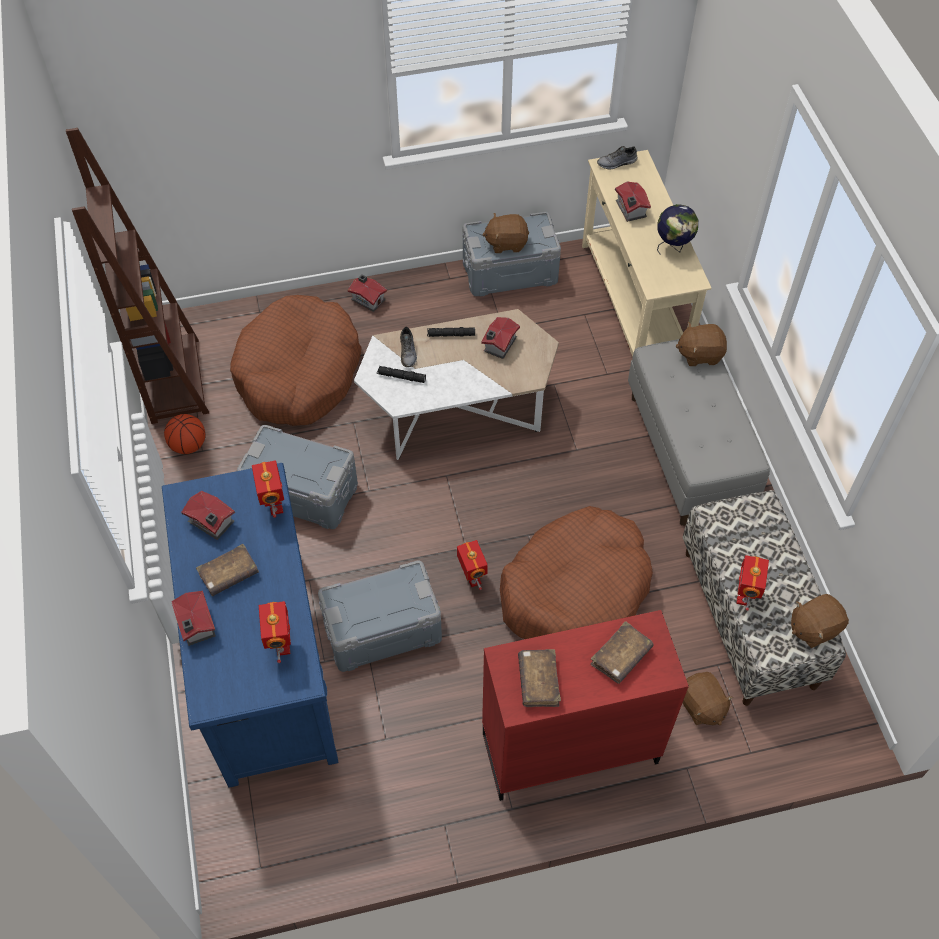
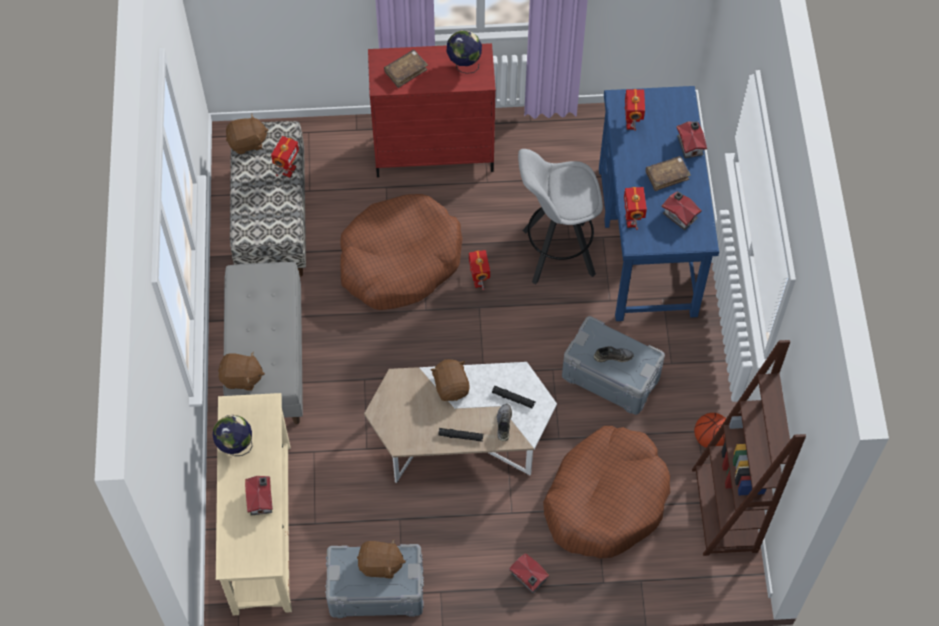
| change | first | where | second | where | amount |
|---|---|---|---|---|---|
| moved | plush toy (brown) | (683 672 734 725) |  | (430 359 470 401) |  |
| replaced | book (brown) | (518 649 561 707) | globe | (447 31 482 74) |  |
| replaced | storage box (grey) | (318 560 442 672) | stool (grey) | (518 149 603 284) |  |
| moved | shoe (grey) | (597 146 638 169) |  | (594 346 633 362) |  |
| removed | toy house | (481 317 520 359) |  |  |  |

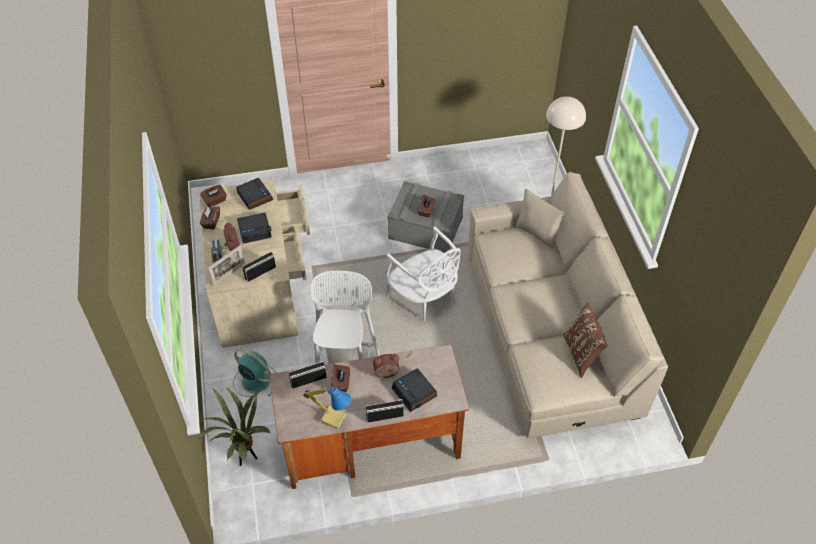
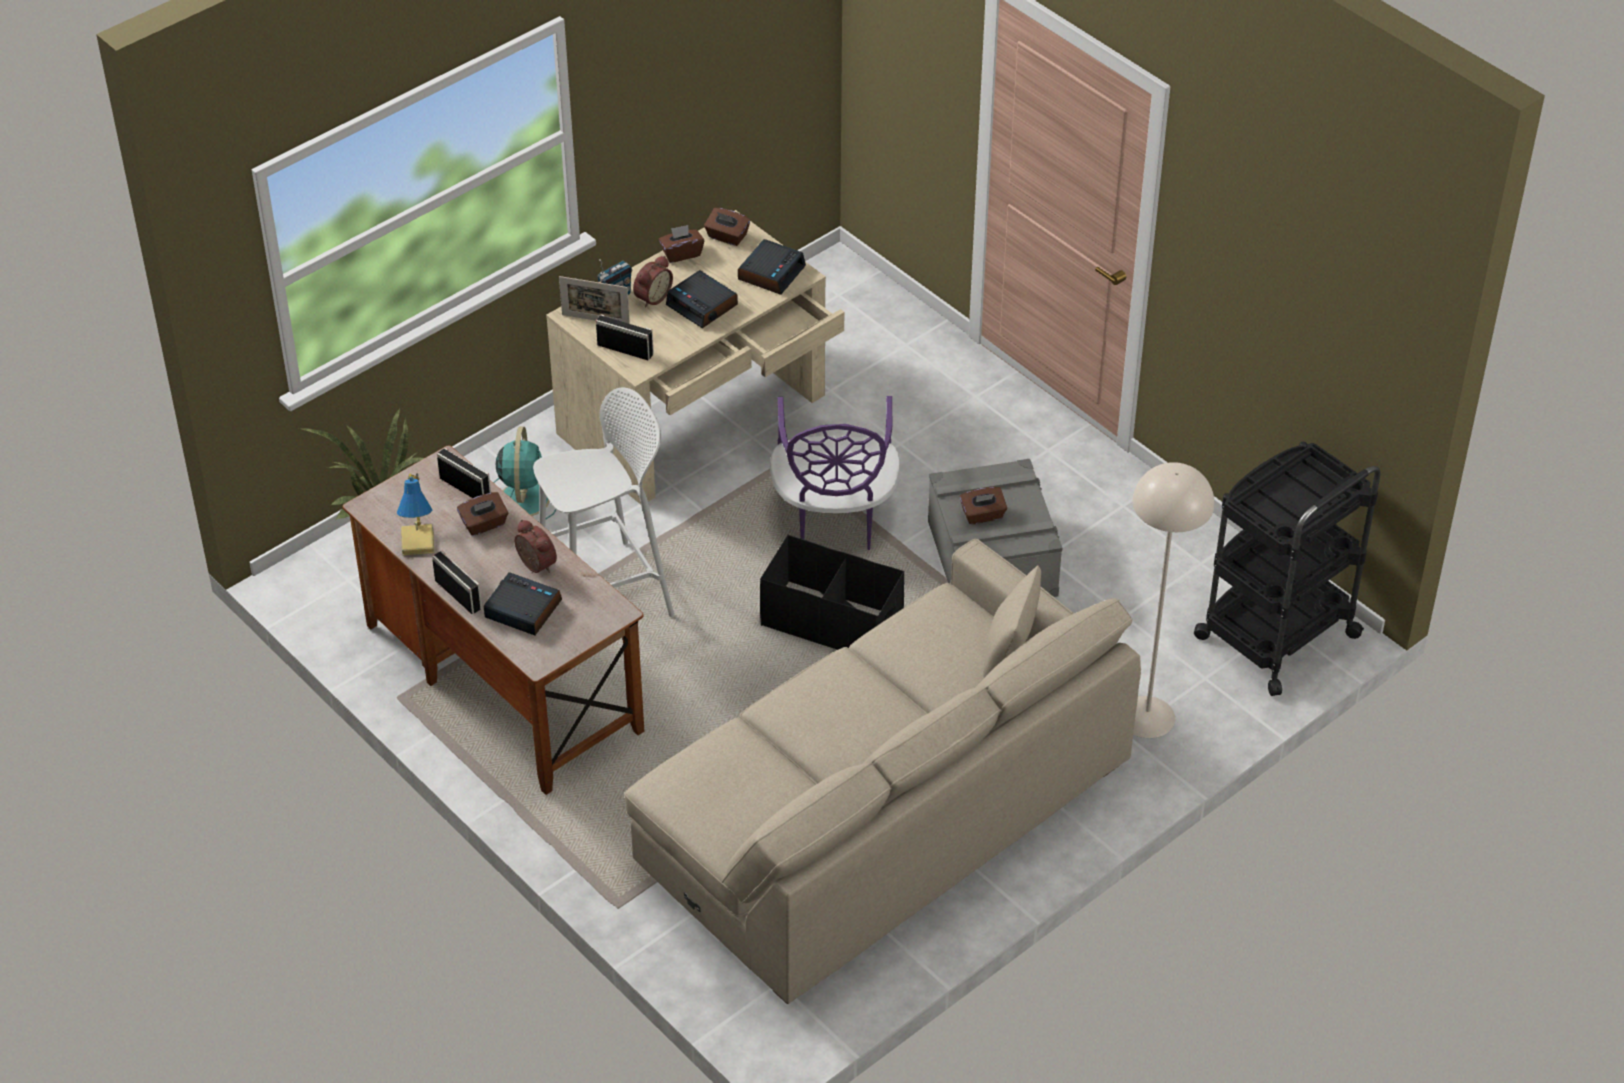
| change | first | where | second | where | amount |
|---|---|---|---|---|---|
| turned | alarm clock | (392 368 437 412) |  | (484 572 562 635) | 90 degrees clockwise |
| replaced | chair (white) | (384 227 461 321) | storage box (black) | (760 535 904 650) |  |
| added |  |  | chair (purple) | (770 396 900 550) |  |
| added |  |  | cart (black) | (1194 442 1381 696) |  |
| removed | pillow (brown) | (563 303 608 378) |  |  |  |

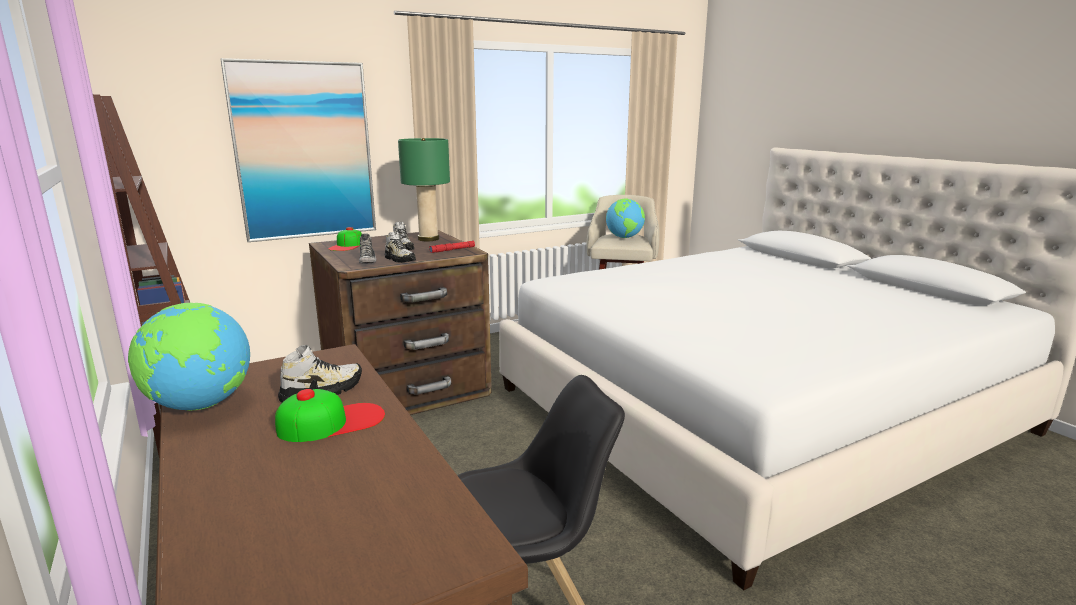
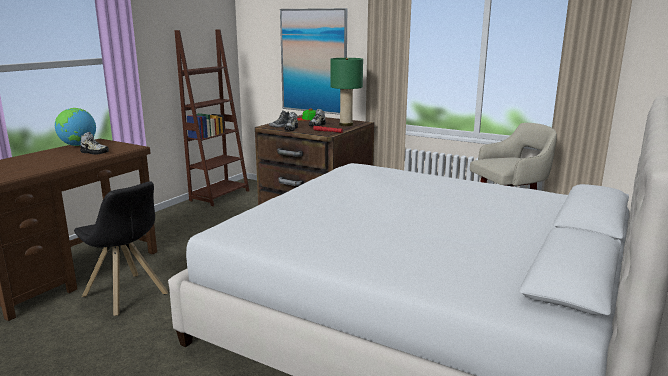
| change | first | where | second | where | amount |
|---|---|---|---|---|---|
| removed | cap | (275 389 385 442) |  |  |  |
| removed | globe | (606 199 645 238) |  |  |  |

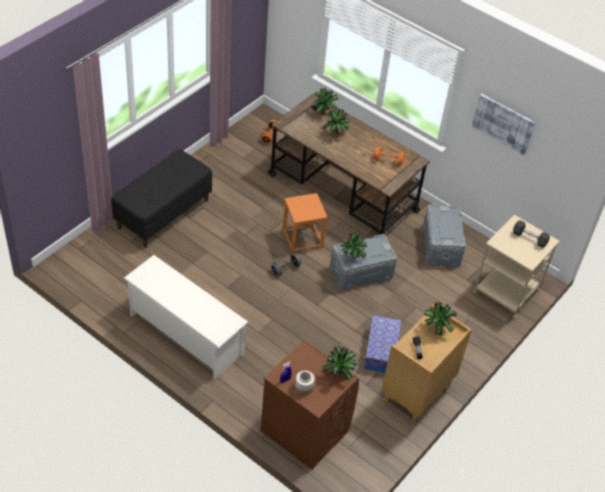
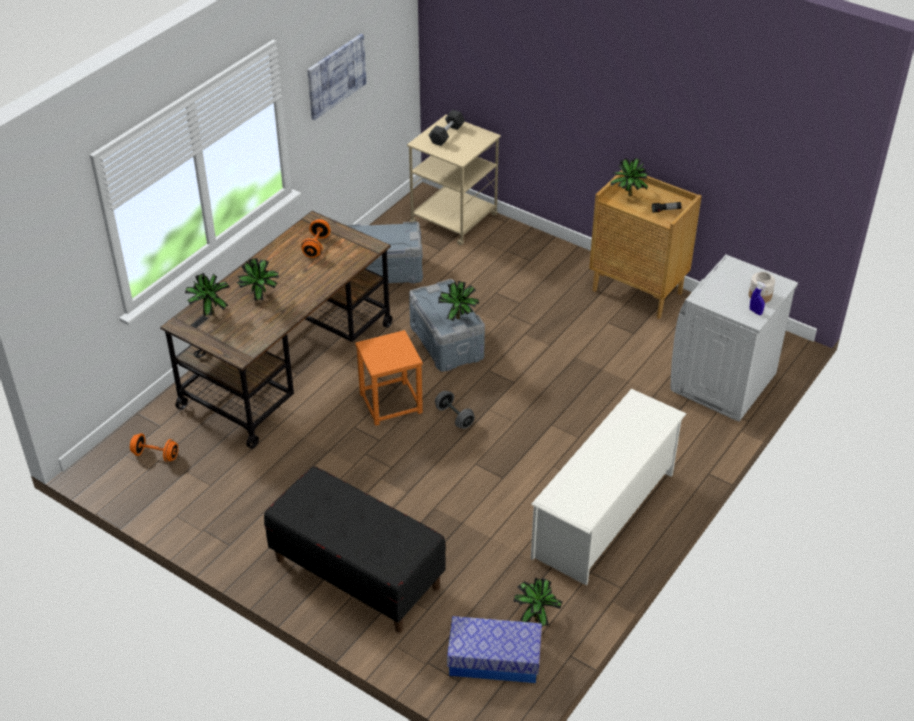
| change | first | where | second | where | amount |
|---|---|---|---|---|---|
| moved | storage box | (364 315 401 373) |  | (447 616 542 683) |  |
| moved | potted plant | (323 346 357 381) |  | (513 578 563 626) |  |
| recoloured | washing machine (brown) | (261 340 359 469) | washing machine (white) | (670 254 798 422) |  |

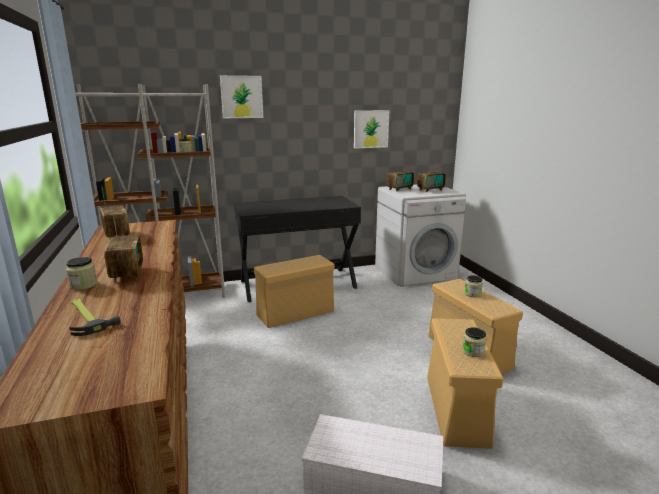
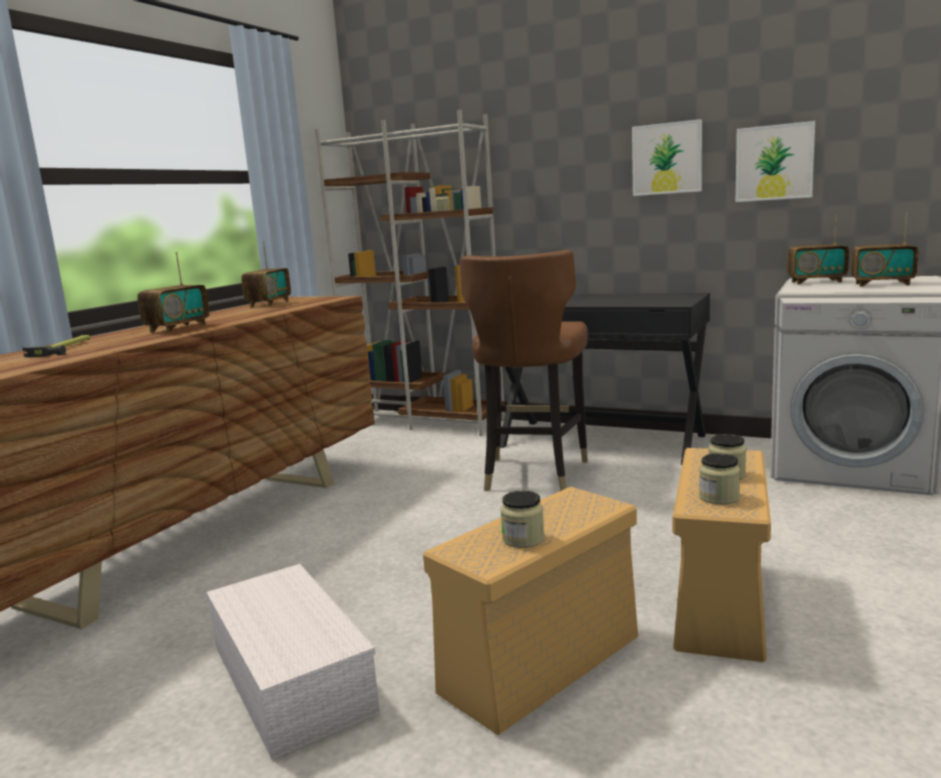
| change | first | where | second | where | amount |
|---|---|---|---|---|---|
| replaced | storage box (beige) | (254 255 335 328) | chair (brown) | (459 250 588 491) |  |
| moved | picture | (220 75 263 118) |  | (632 119 702 196) |  |
| moved | jar | (66 257 97 290) |  | (699 453 740 505) |  |

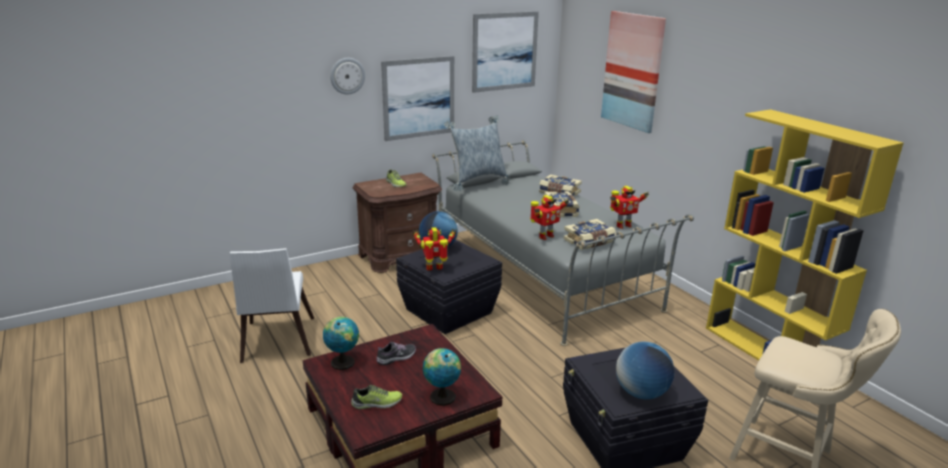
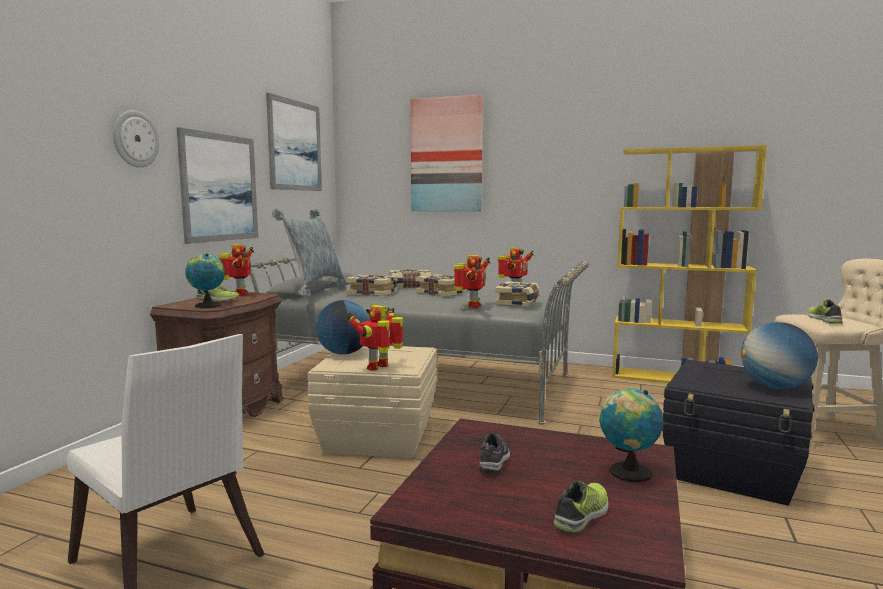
| change | first | where | second | where | amount |
|---|---|---|---|---|---|
| moved | globe | (323 317 359 370) |  | (185 254 225 308) |  |
| added |  |  | toy robot | (219 244 254 296) |  |
| recoloured | storage box (black) | (396 240 502 334) | storage box (beige) | (307 346 437 459) |  |
| added |  |  | book | (345 275 398 296) |  |
| added |  |  | shoe | (807 299 843 324) |  |

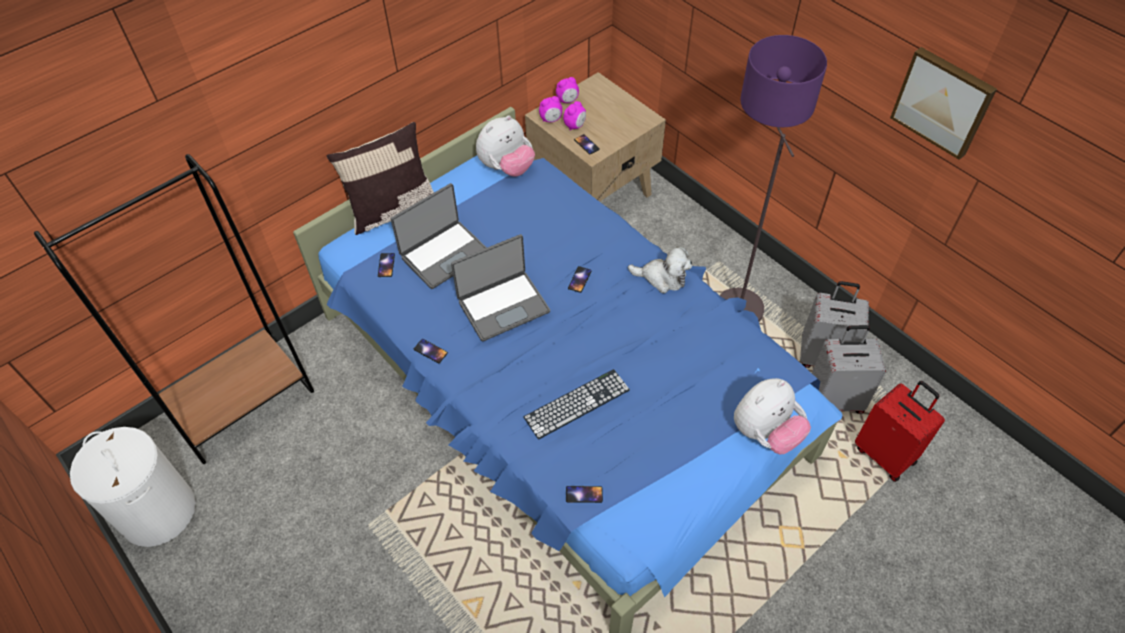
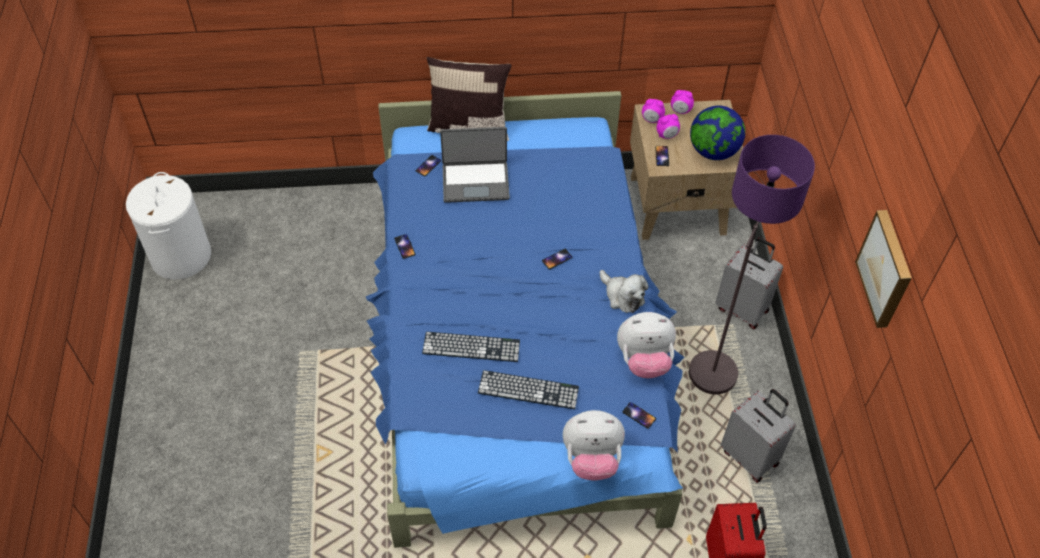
| change | first | where | second | where | amount |
|---|---|---|---|---|---|
| added |  |  | keyboard | (478 370 579 409) |  |
| moved | plush toy | (476 115 535 176) |  | (617 312 676 378) |  |
| moved | phone | (566 486 603 503) |  | (622 402 656 429) |  |
| added |  |  | globe | (690 105 745 160) |  |
| moved | suitcase (grey) | (812 325 886 414) |  | (716 237 783 329) |  |
| removed | clothes rack | (34 154 314 464) |  |  |  |
| removed | laptop | (451 234 550 342) |  |  |  |

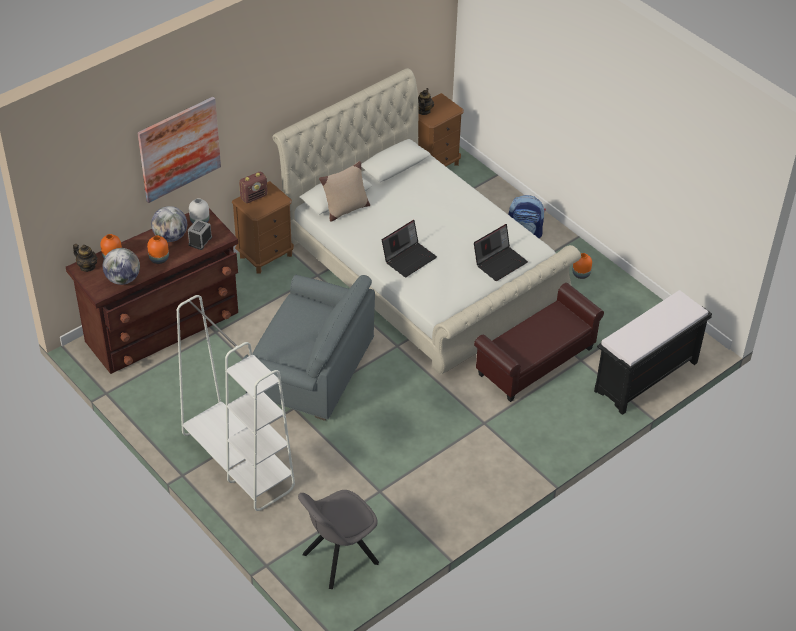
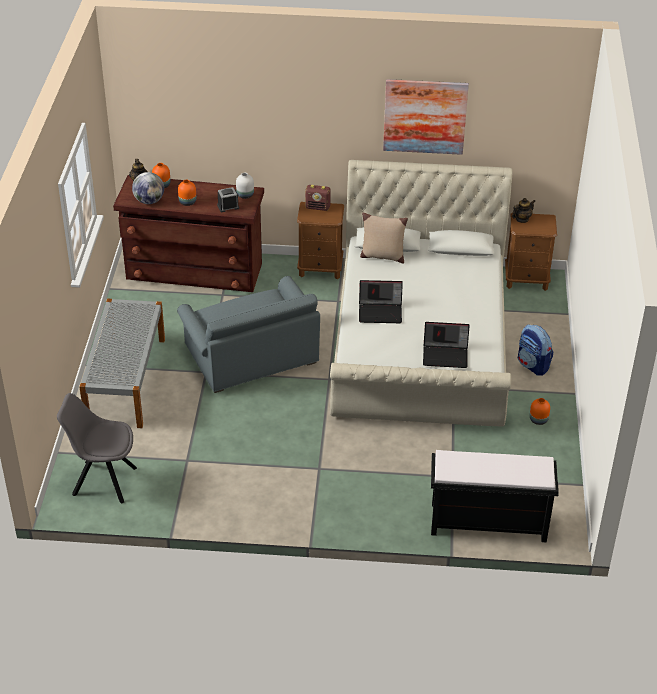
| change | first | where | second | where | amount |
|---|---|---|---|---|---|
| replaced | clothes rack (white) | (177 295 295 511) | bench (grey) | (79 299 165 428) |  |
| moved | picture | (137 97 221 203) |  | (383 79 469 155) |  |
| removed | globe | (151 206 187 242) |  |  |  |
| removed | ottoman (brown) | (474 283 604 402) |  |  |  |

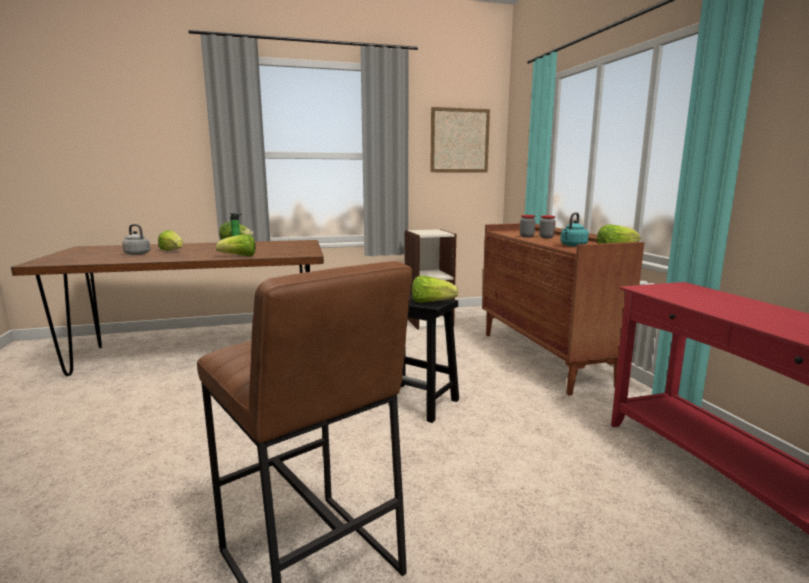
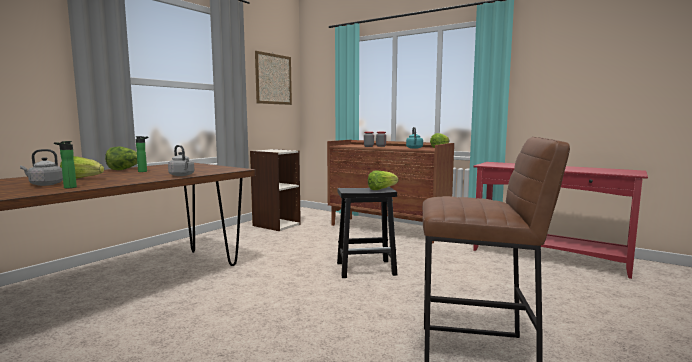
| change | first | where | second | where | amount |
|---|---|---|---|---|---|
| added |  |  | bottle | (54 141 77 188) |  |
| replaced | lettuce | (216 234 256 256) | kettle (grey) | (168 145 194 176) |  |

